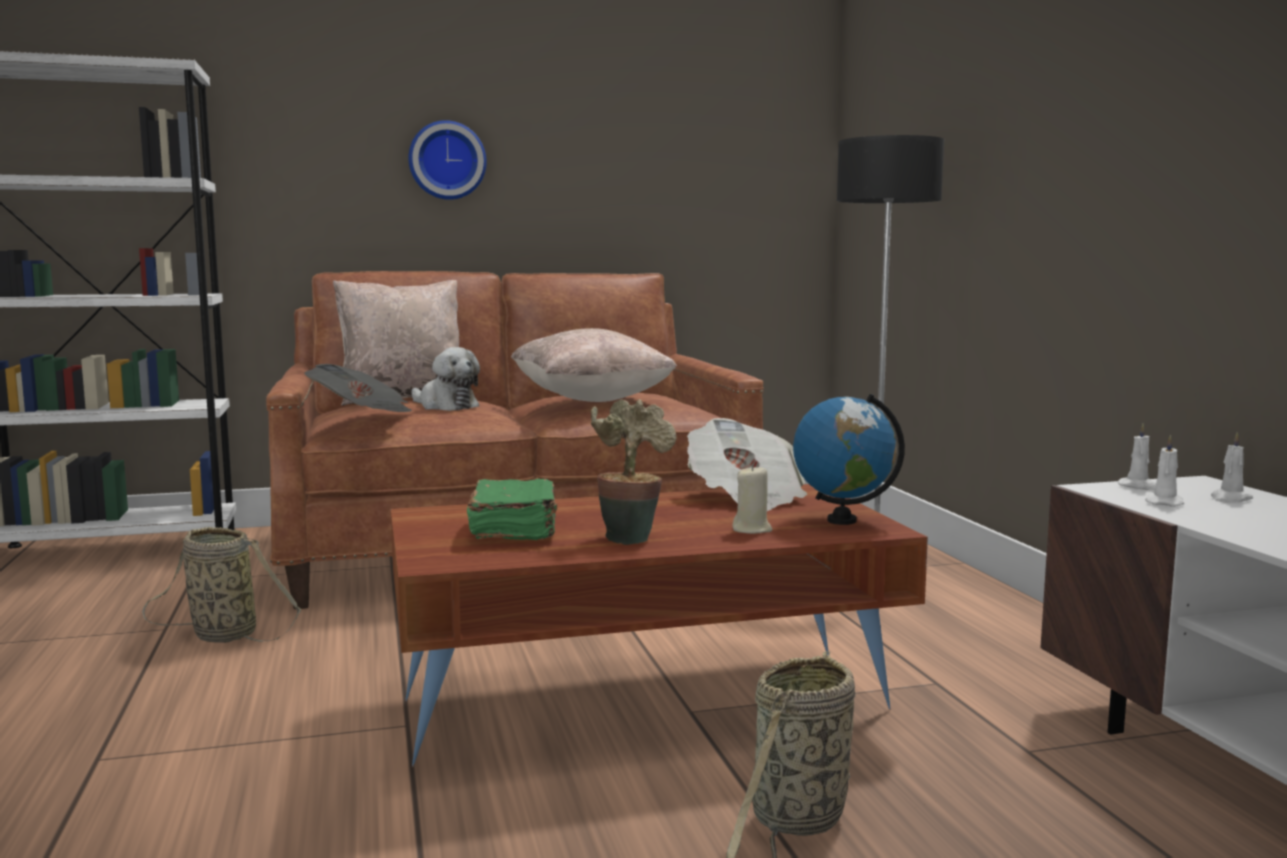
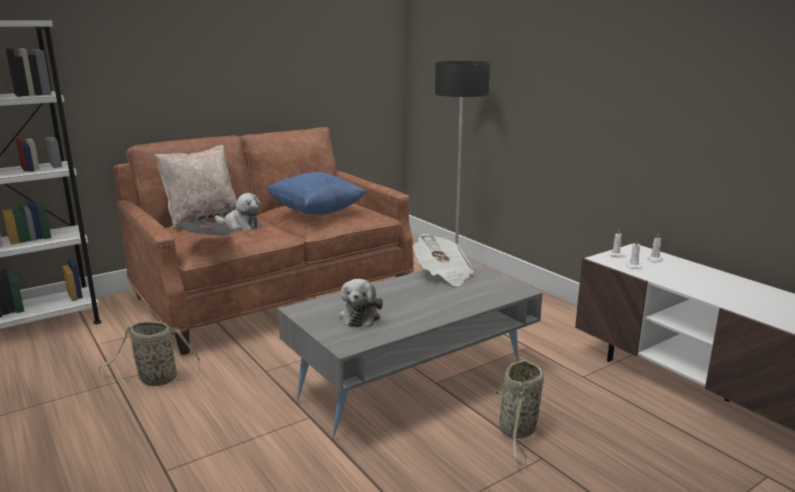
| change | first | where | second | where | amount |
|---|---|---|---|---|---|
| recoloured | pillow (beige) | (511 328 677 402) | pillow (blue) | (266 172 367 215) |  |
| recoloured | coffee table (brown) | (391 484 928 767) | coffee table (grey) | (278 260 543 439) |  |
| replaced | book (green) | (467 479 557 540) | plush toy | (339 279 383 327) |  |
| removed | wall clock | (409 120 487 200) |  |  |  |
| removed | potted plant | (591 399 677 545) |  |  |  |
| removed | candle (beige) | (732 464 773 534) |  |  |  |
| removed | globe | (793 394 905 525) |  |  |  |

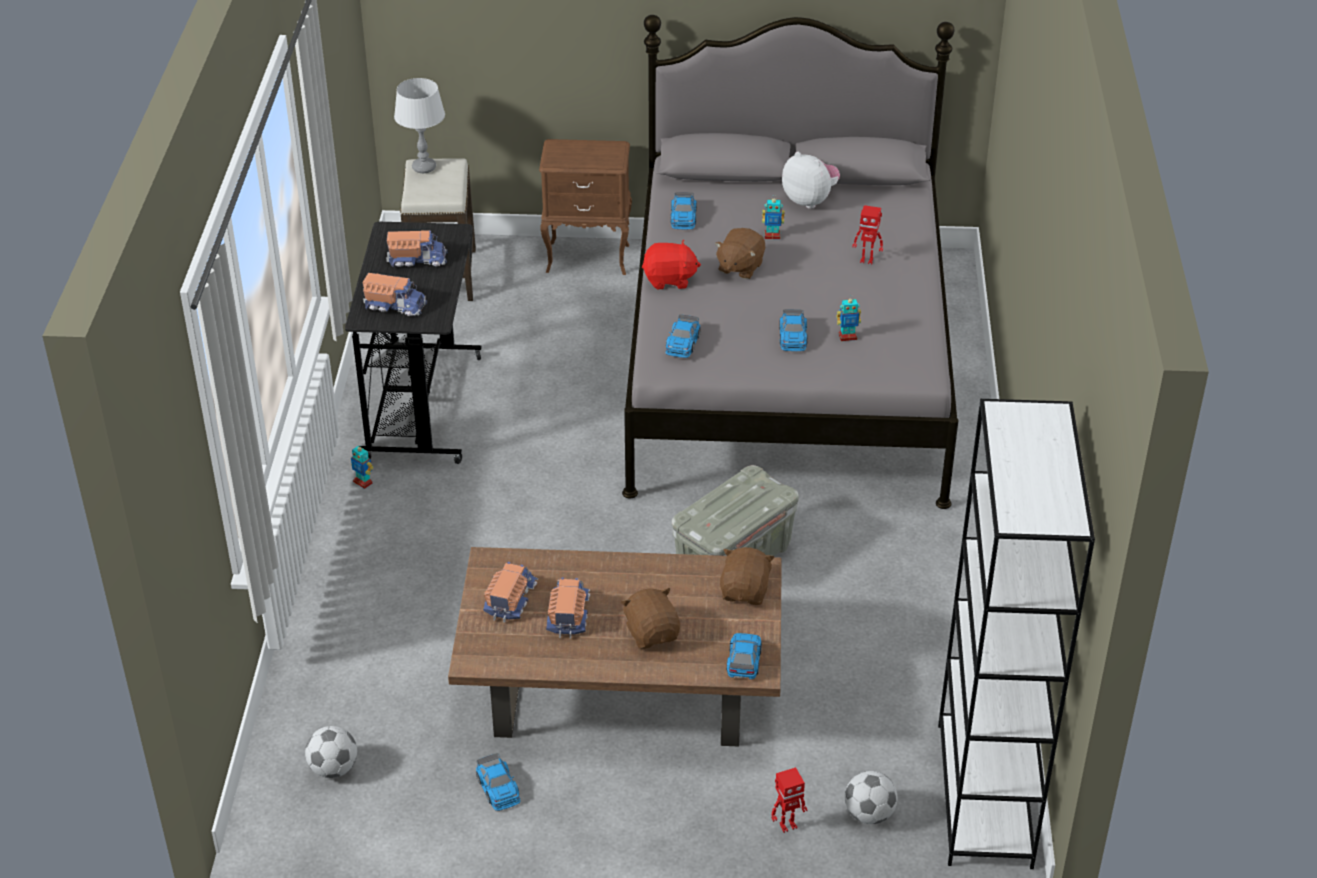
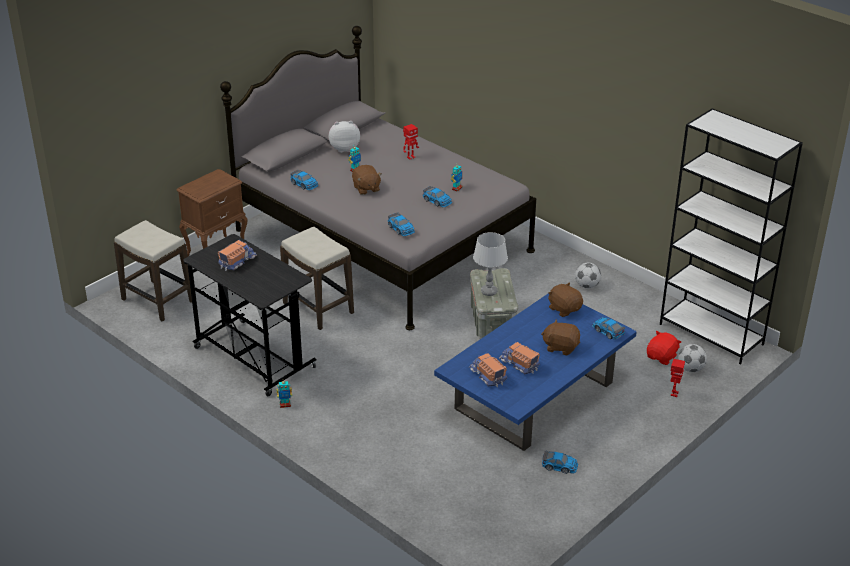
| change | first | where | second | where | amount |
|---|---|---|---|---|---|
| added |  |  | stool | (280 227 354 330) |  |
| recoloured | coffee table (brown) | (448 547 782 746) | coffee table (blue) | (434 294 637 451) |  |
| moved | table lamp (grey) | (394 78 445 173) |  | (473 232 508 296) |  |
| moved | football | (305 726 357 778) |  | (575 263 601 288) |  |
| moved | plush toy (red) | (642 240 701 289) |  | (647 331 681 365) |  |
| removed | toy truck | (362 273 427 316) |  |  |  |

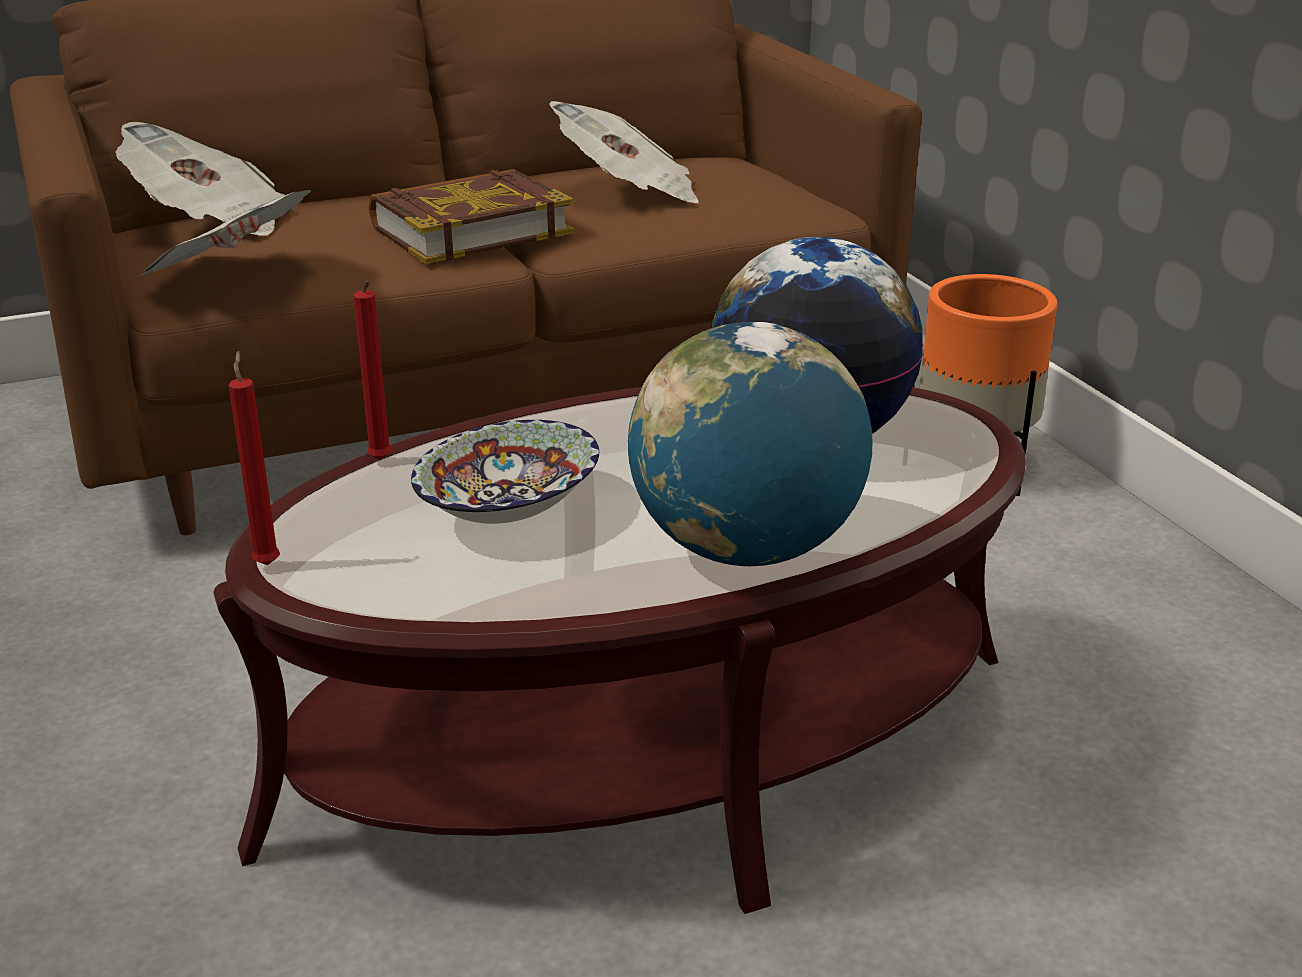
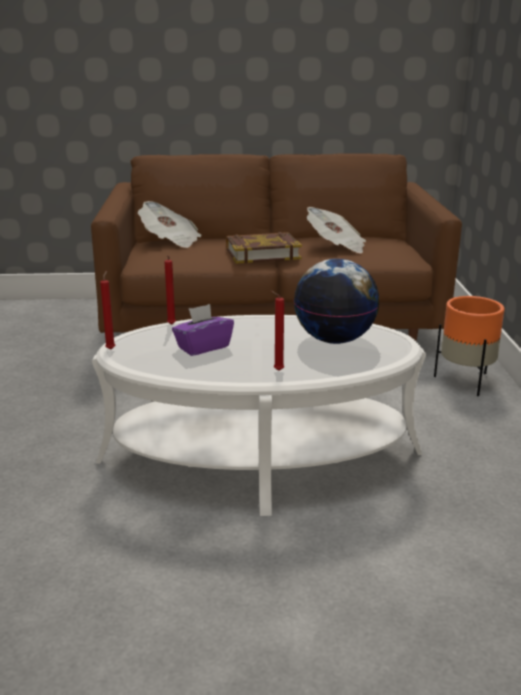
| change | first | where | second | where | amount |
|---|---|---|---|---|---|
| recoloured | coffee table (brown) | (213 387 1026 914) | coffee table (white) | (92 315 426 516) |  |
| replaced | bowl | (411 420 599 524) | tissue box (purple) | (172 304 234 356) |  |
| replaced | globe | (628 322 872 566) | candle (red) | (271 291 284 371) |  |
| removed | newspaper | (138 190 311 276) |  |  |  |

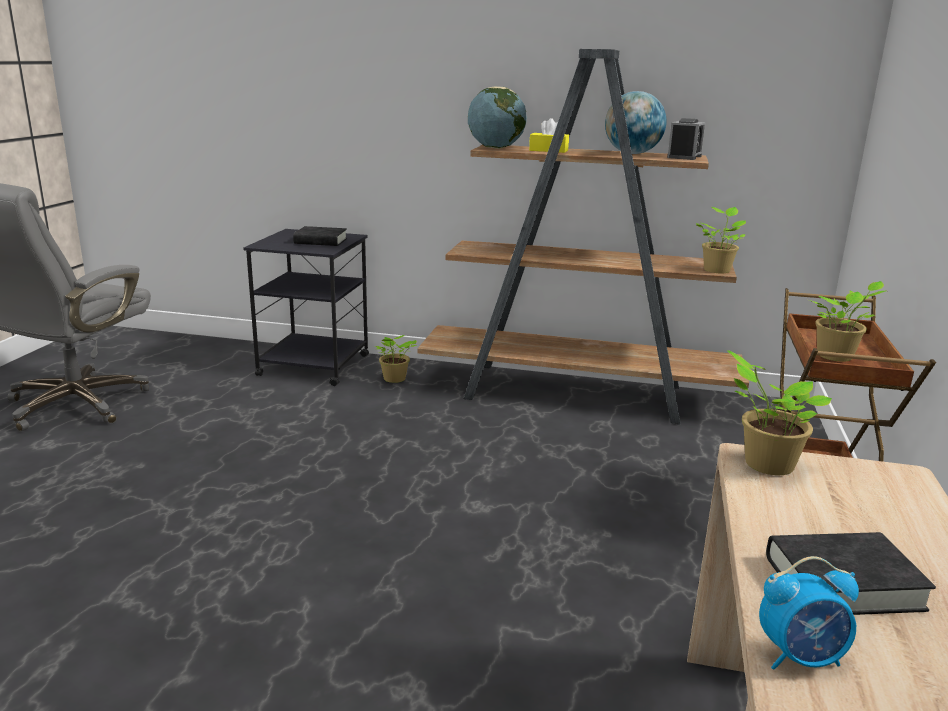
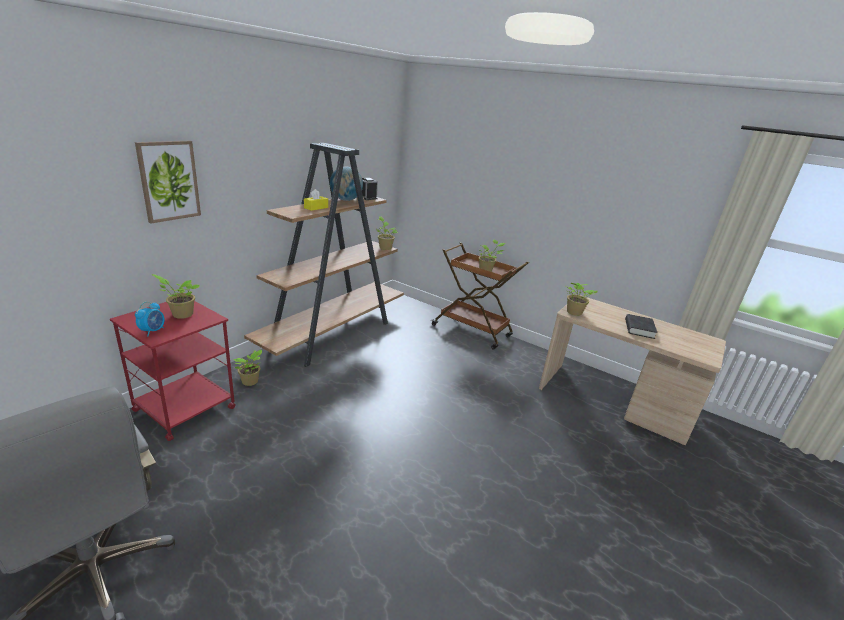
| change | first | where | second | where | amount |
|---|---|---|---|---|---|
| recoloured | cart (black) | (243 229 369 386) | cart (red) | (110 301 236 441) |  |
| added |  |  | picture | (135 141 201 223) |  |
| moved | alarm clock | (759 556 859 670) |  | (135 302 164 336) |  |
| replaced | book (black) | (293 226 347 246) | potted plant | (152 274 200 319) |  |
| removed | globe | (468 86 527 149) |  |  |  |

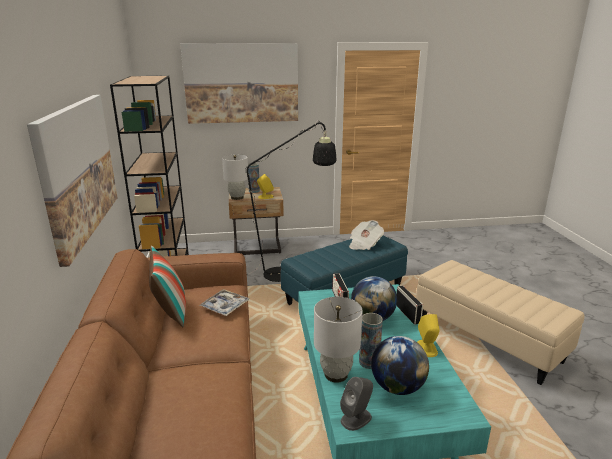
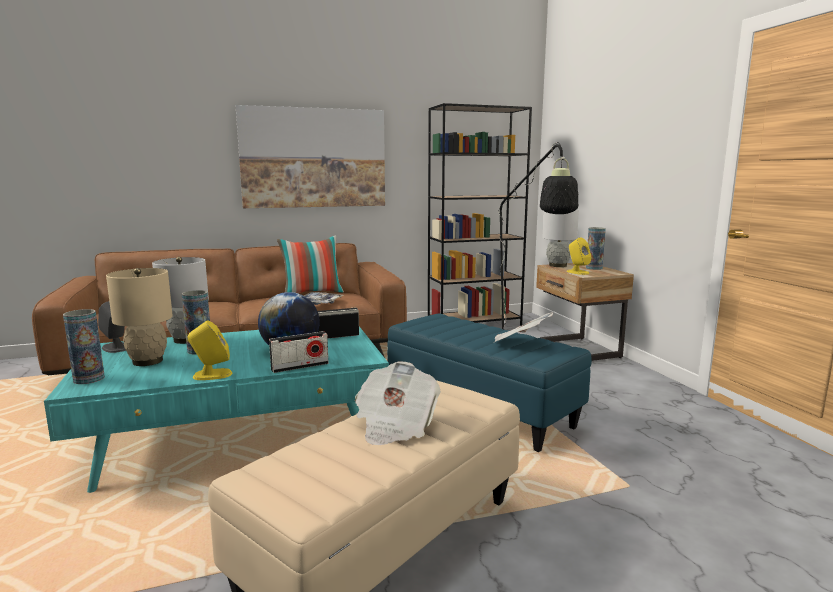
| change | first | where | second | where | amount |
|---|---|---|---|---|---|
| added |  |  | vase | (63 309 105 384) |  |
| replaced | globe | (371 336 429 395) | table lamp (beige) | (106 268 173 366) |  |
| added |  |  | newspaper | (355 361 441 445) |  |
| removed | picture | (180 43 298 124) |  |  |  |

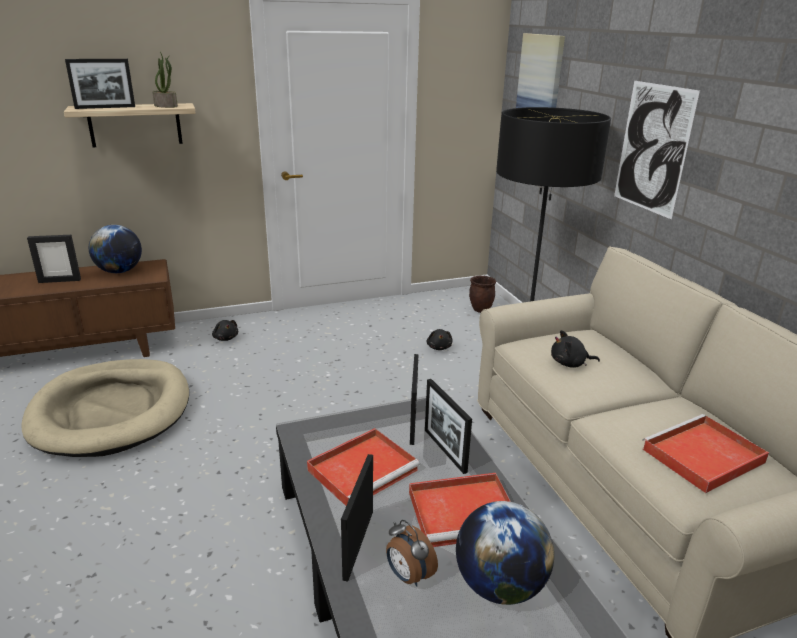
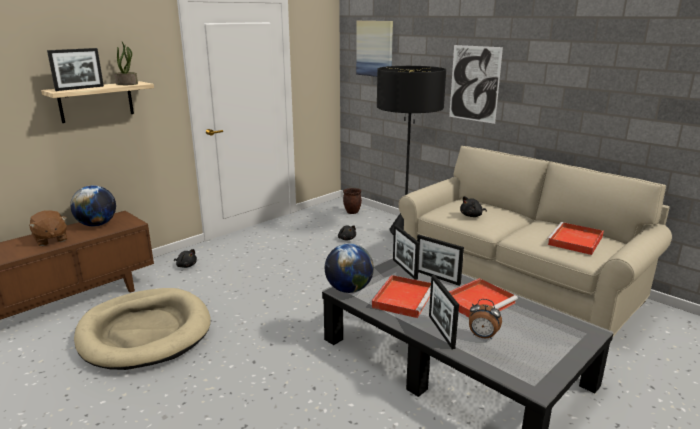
| change | first | where | second | where | amount |
|---|---|---|---|---|---|
| replaced | picture frame | (27 235 81 283) | plush toy (brown) | (29 210 67 246) |  |
| moved | globe | (456 501 554 605) |  | (325 243 374 293) |  |

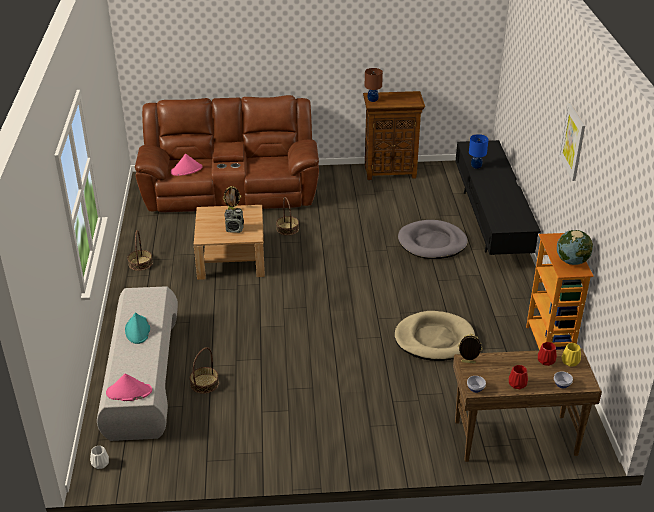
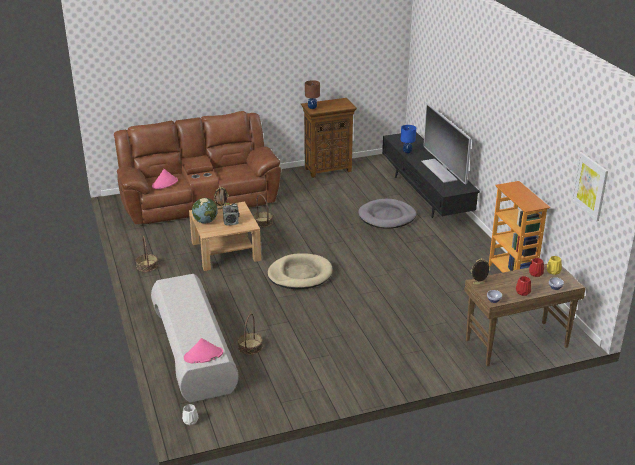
| change | first | where | second | where | amount |
|---|---|---|---|---|---|
| moved | globe | (557 230 593 265) |  | (192 198 218 223) |  |
| moved | dog bed (beige) | (394 311 475 361) |  | (267 253 333 289) |  |
| added |  |  | television | (421 103 471 185) |  |
| moved | picture | (559 103 585 181) |  | (571 152 608 221) |  |
| removed | hat (turquoise) | (125 312 150 344) |  |  |  |

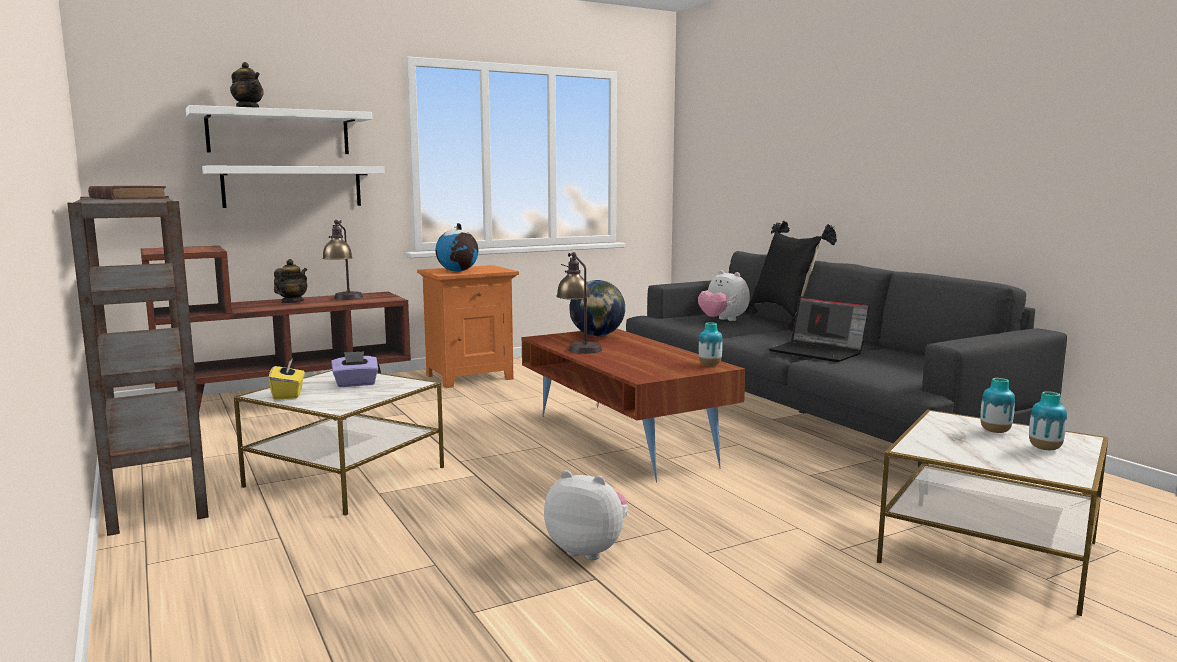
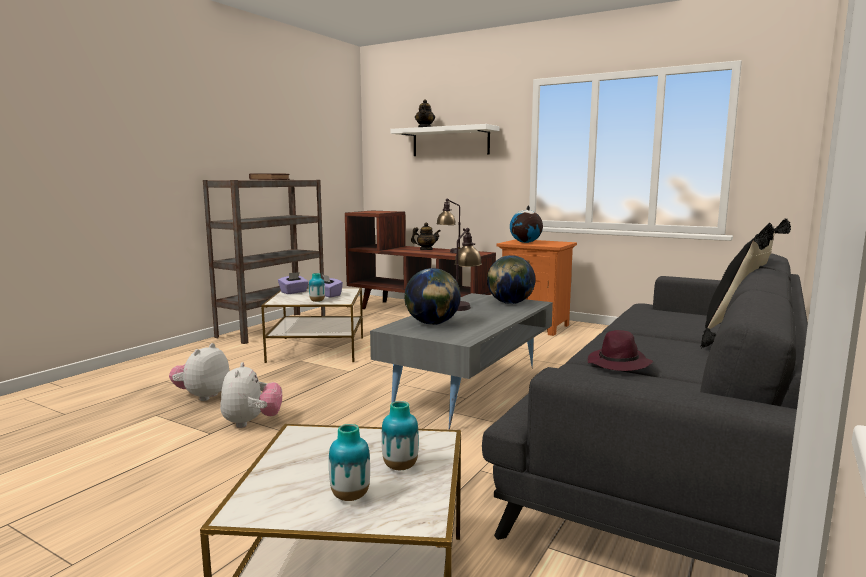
| change | first | where | second | where | amount |
|---|---|---|---|---|---|
| moved | plush toy | (698 270 750 321) |  | (169 343 229 401) |  |
| recoloured | tissue box (yellow) | (269 358 305 400) | tissue box (purple) | (278 272 309 294) |  |
| moved | vase | (699 322 723 366) |  | (309 273 325 302) |  |
| recoloured | coffee table (brown) | (522 329 746 483) | coffee table (grey) | (370 293 553 430) |  |
| added |  |  | globe | (404 268 461 325) |  |
| replaced | laptop | (768 296 870 362) | hat (purple) | (588 330 653 371) |  |
| removed | shelf (white) | (202 166 385 208) |  |  |  |

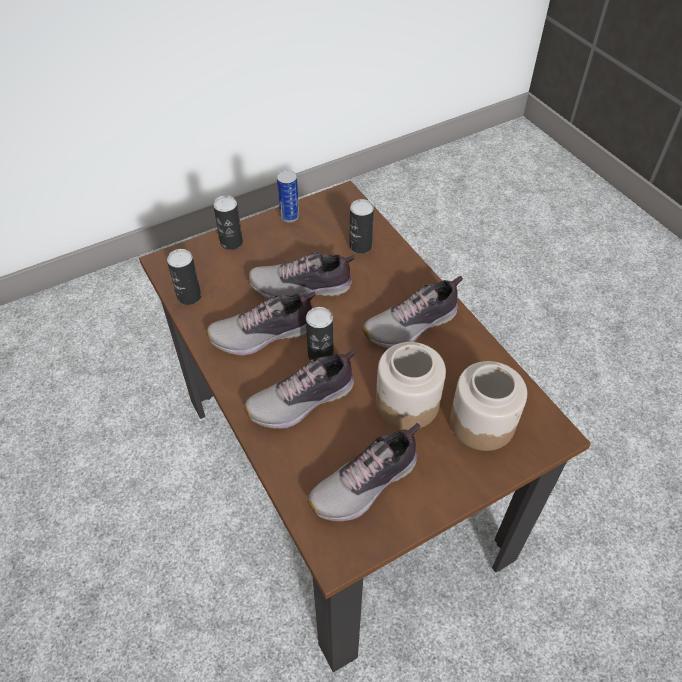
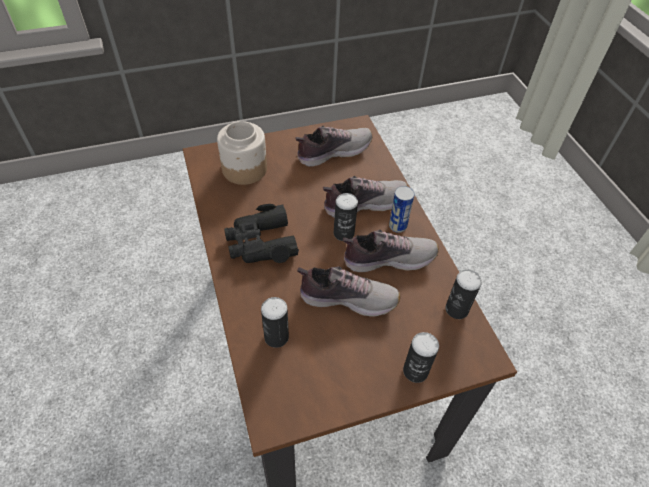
| change | first | where | second | where | amount |
|---|---|---|---|---|---|
| replaced | shoe | (362 276 463 349) | binoculars (black) | (224 204 299 263) |  |
| moved | can | (277 170 299 223) |  | (389 186 415 233) |  |
| removed | jar | (376 342 446 430) |  |  |  |

